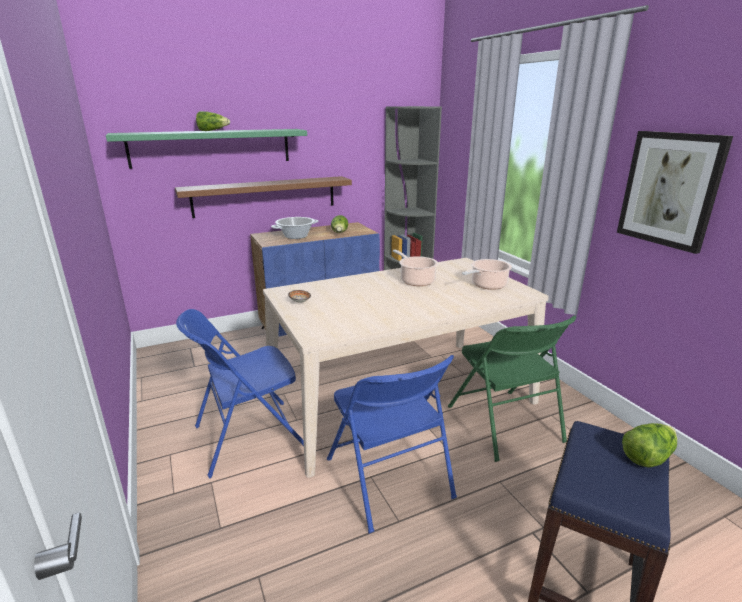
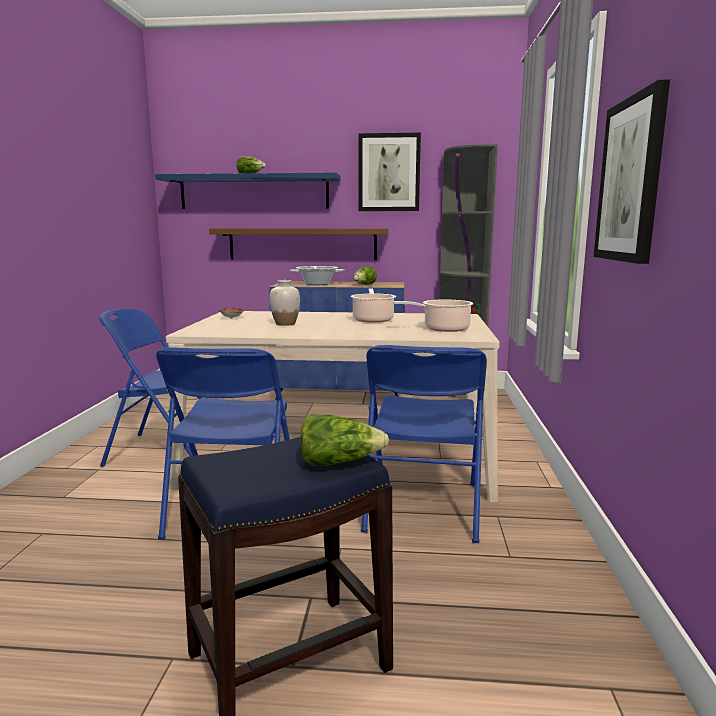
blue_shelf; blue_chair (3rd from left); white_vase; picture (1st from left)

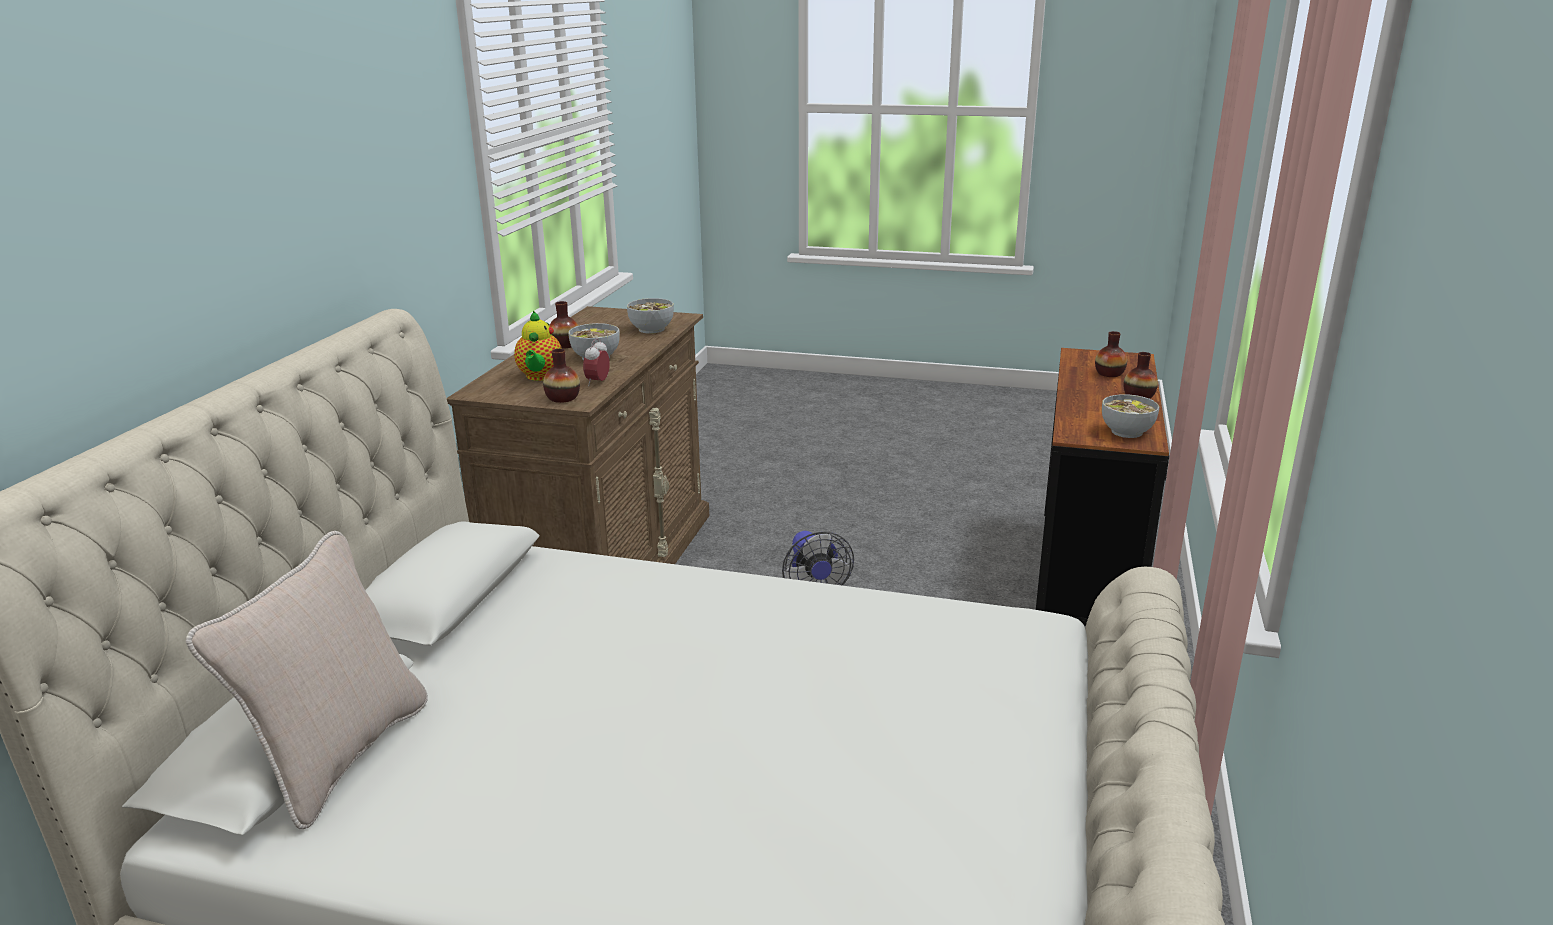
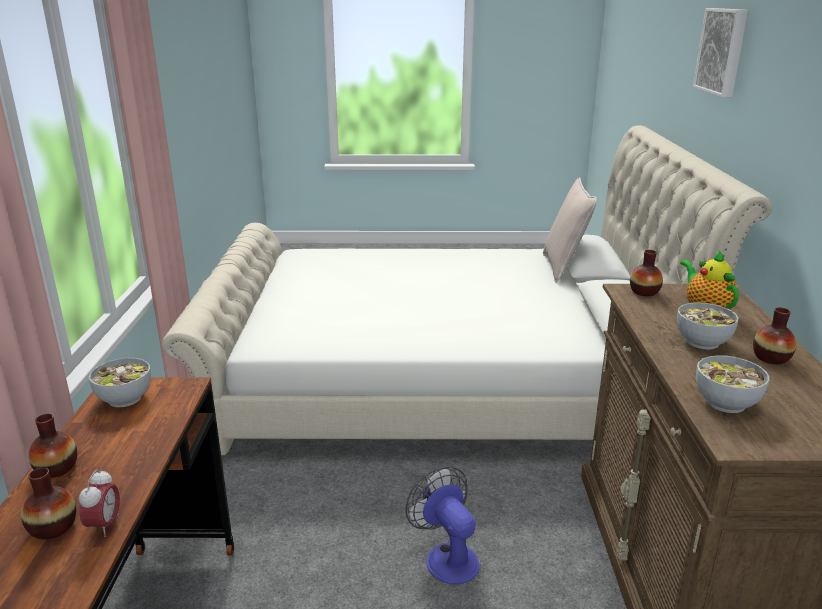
alarm_clock; picture

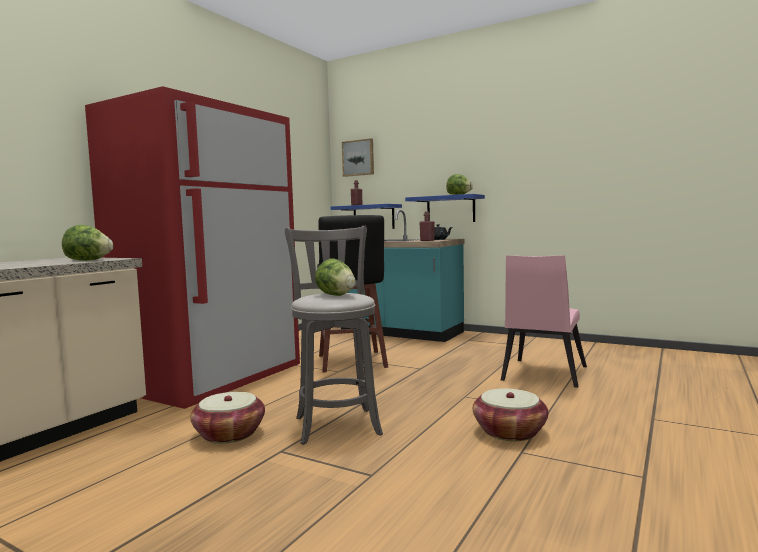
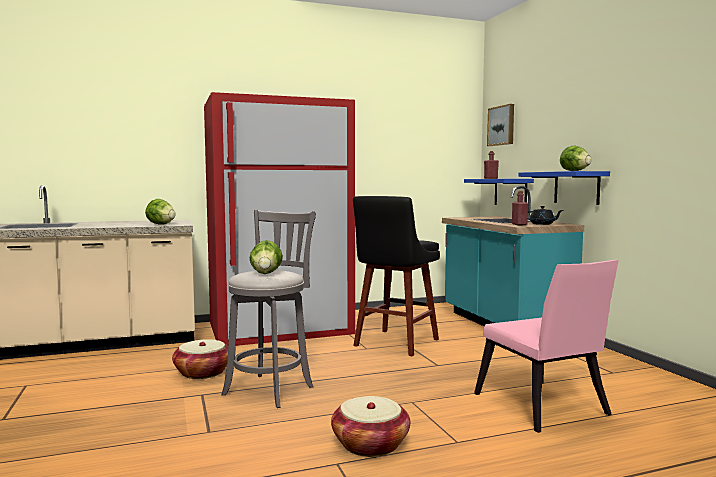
pink_chair

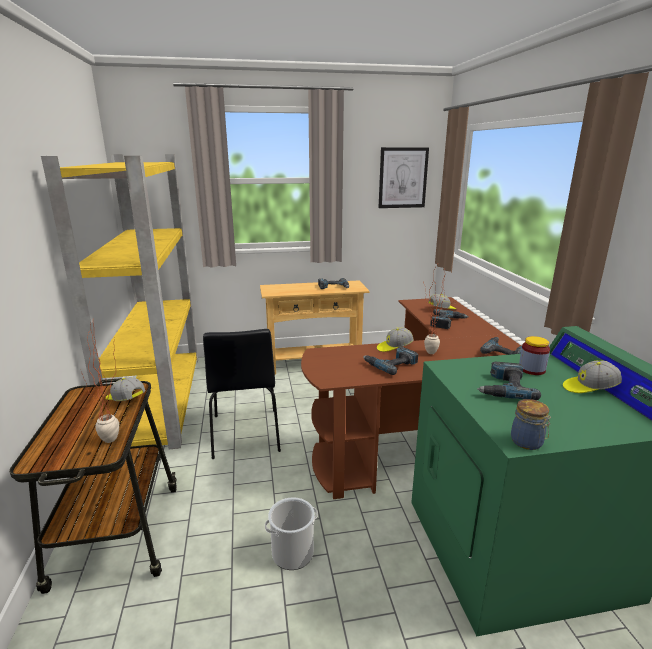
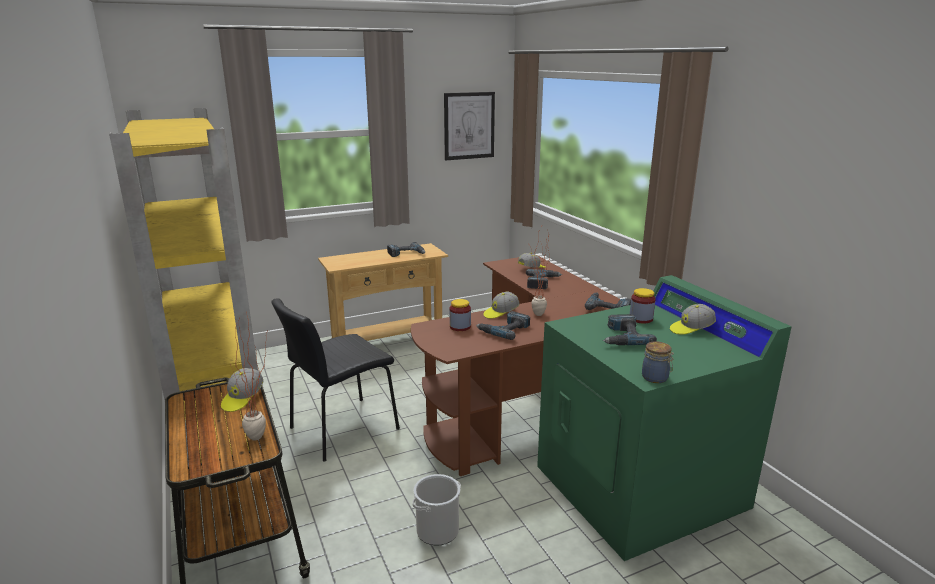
cap (1st from left); black_chair; jar (1st from left)

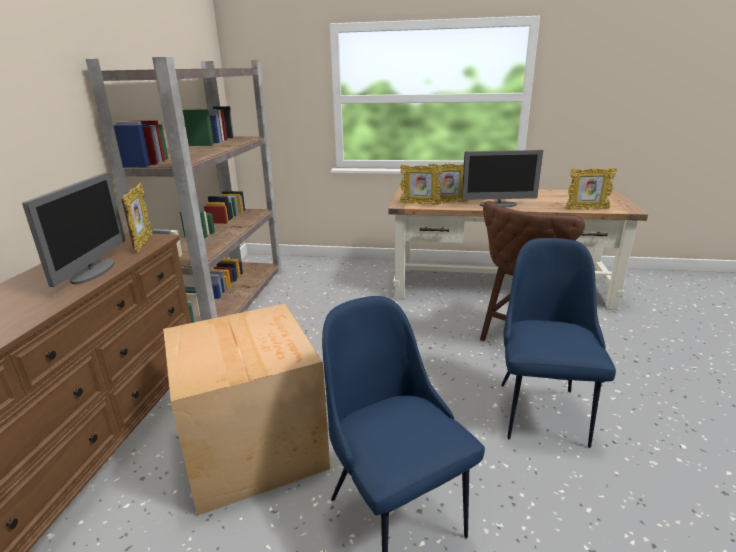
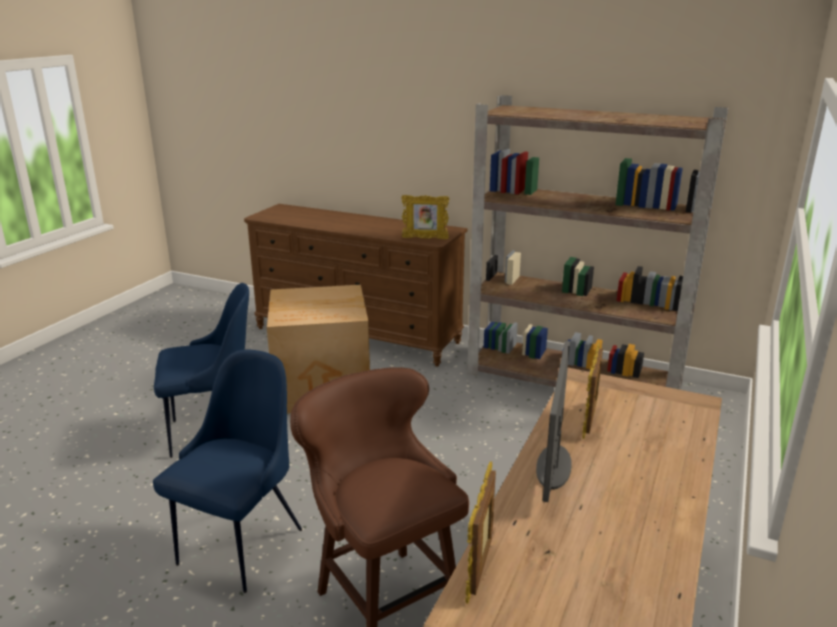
monitor (1st from left in the first image); picture_frame (2nd from left in the first image); blue_chair (2nd from left)

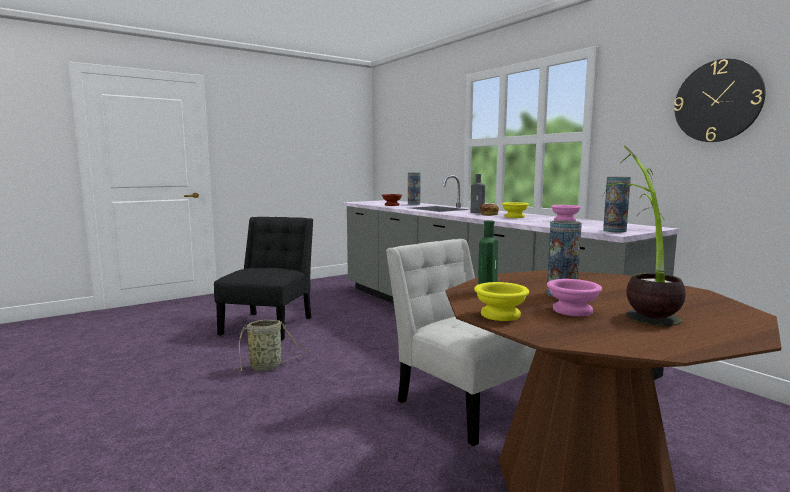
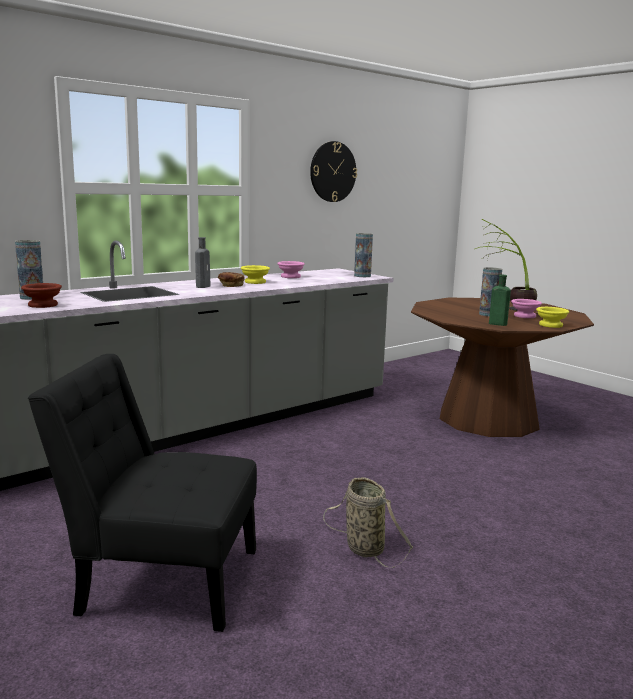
white_chair

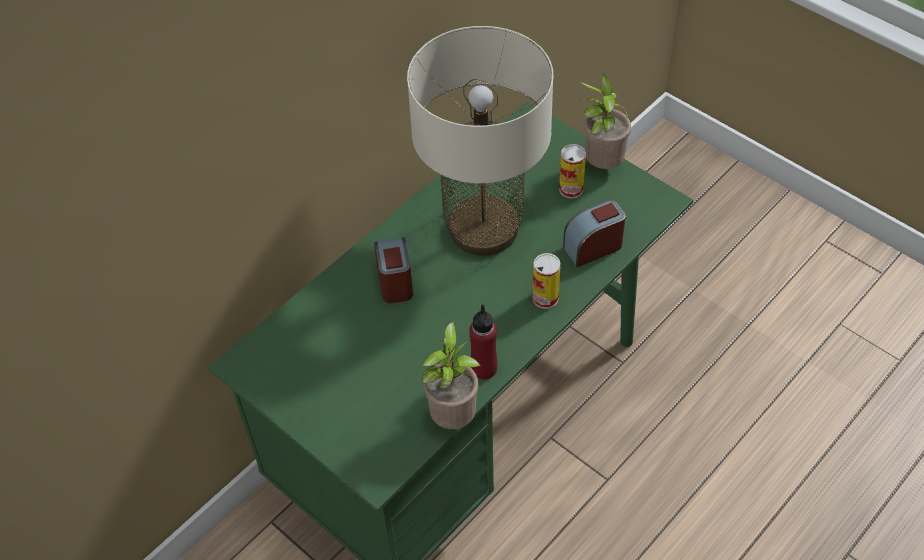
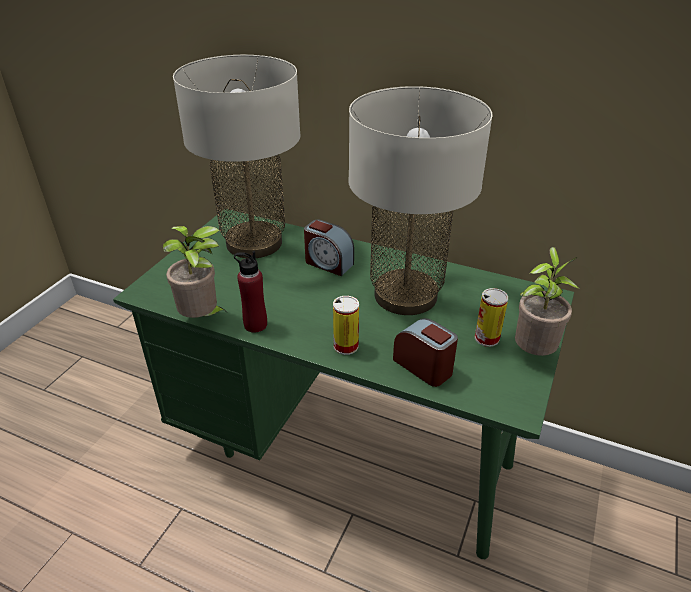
alarm_clock (1st from left); table_lamp (1st from left)

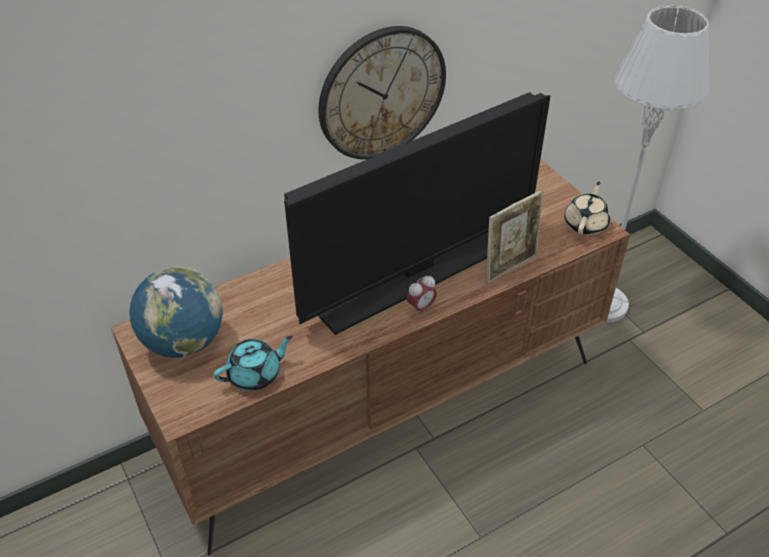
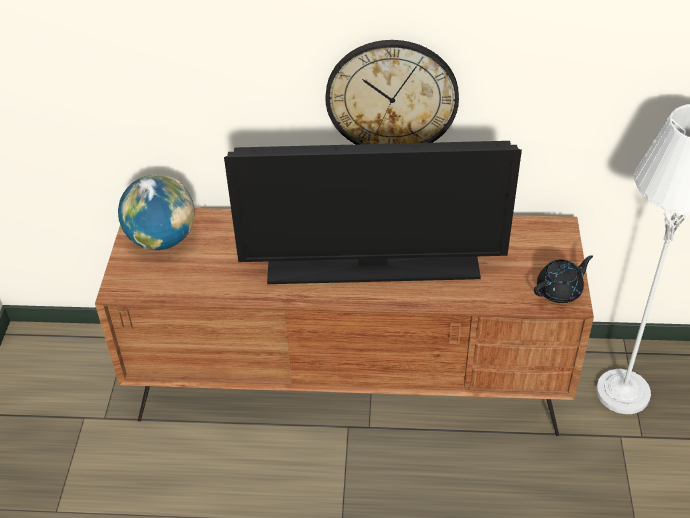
turquoise_teapot; alarm_clock; picture_frame; black_teapot

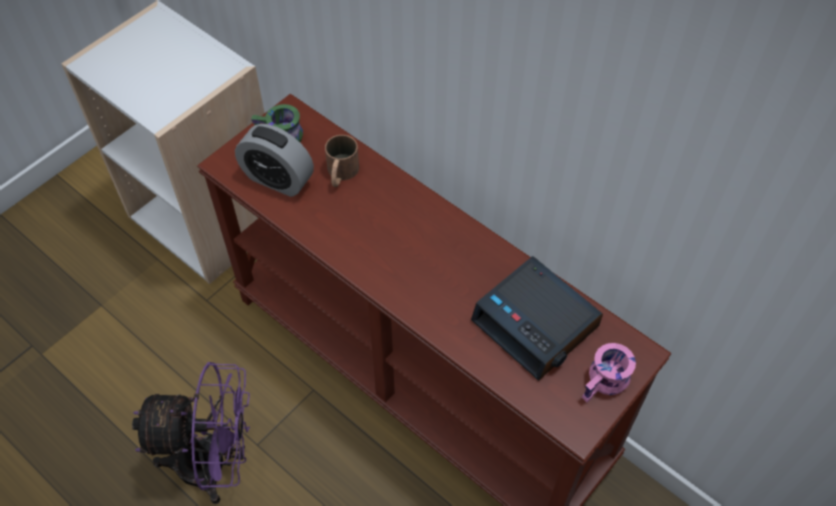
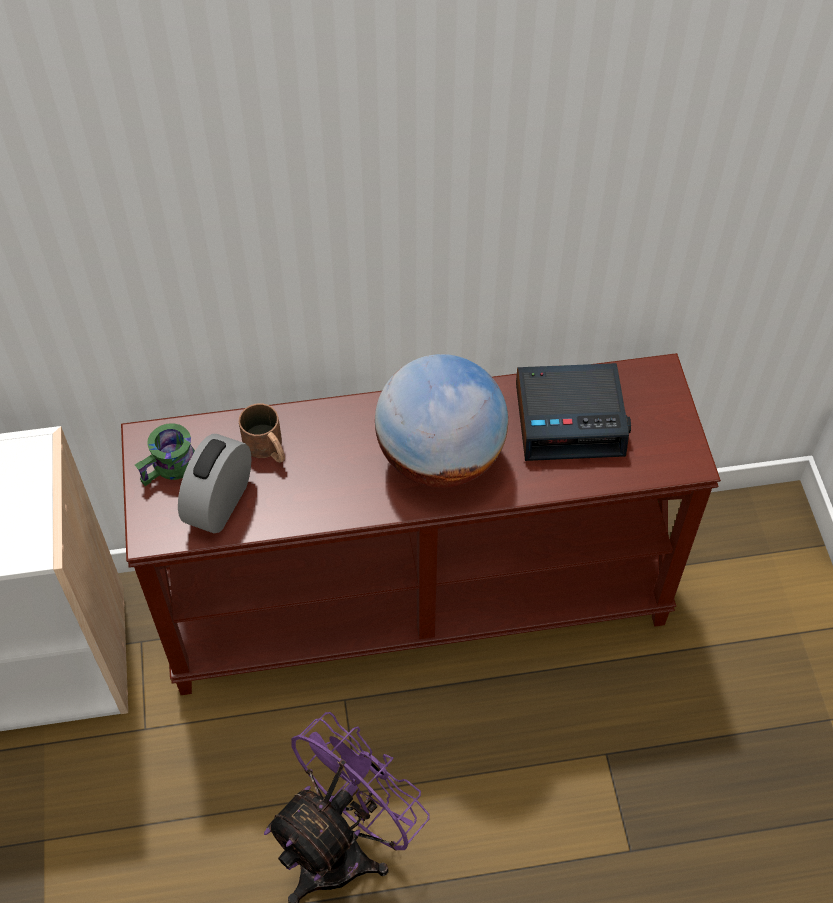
alarm_clock (1st from left); pink_mug; globe

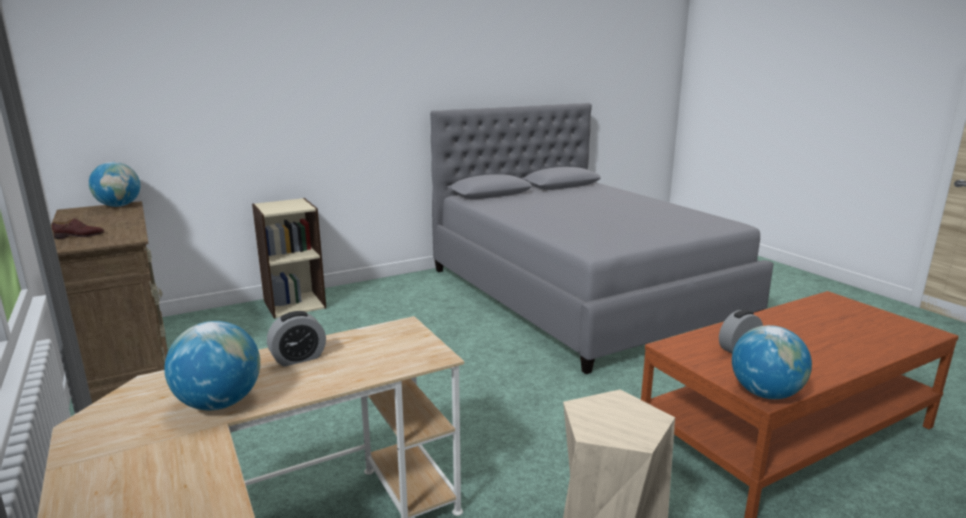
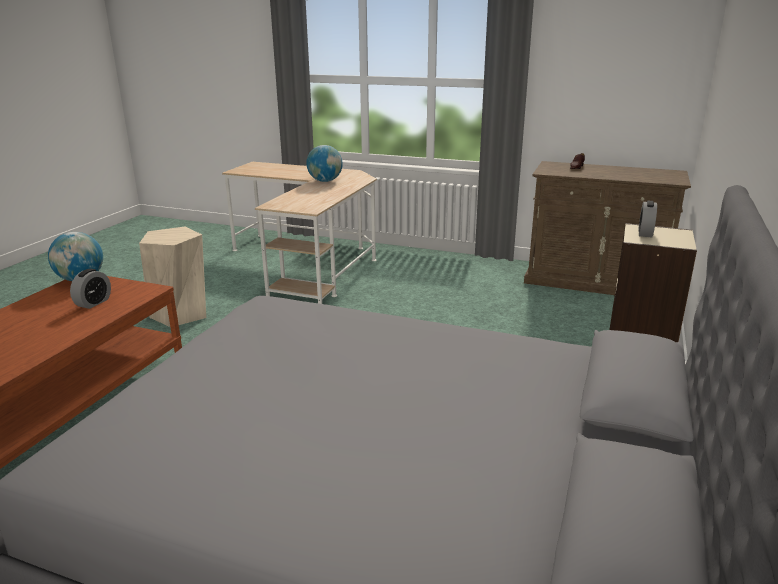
globe (1st from left in the first image); alarm_clock (2nd from left)

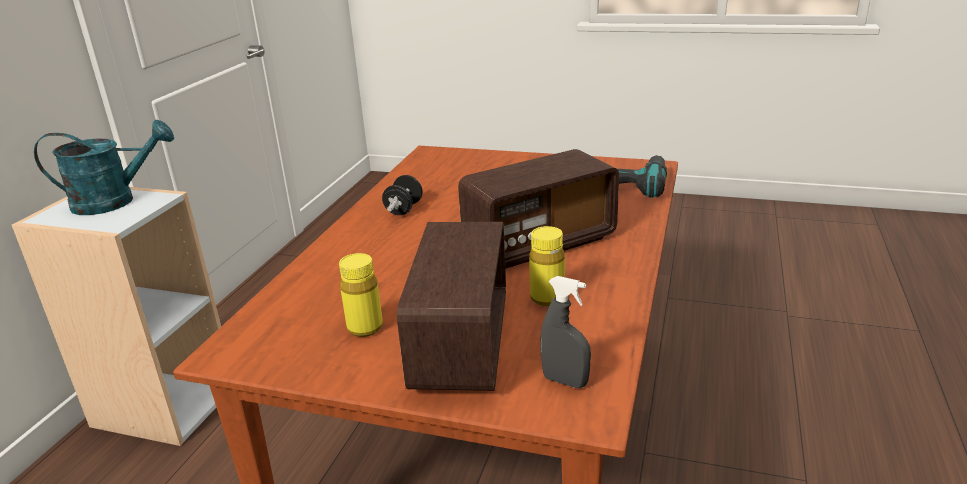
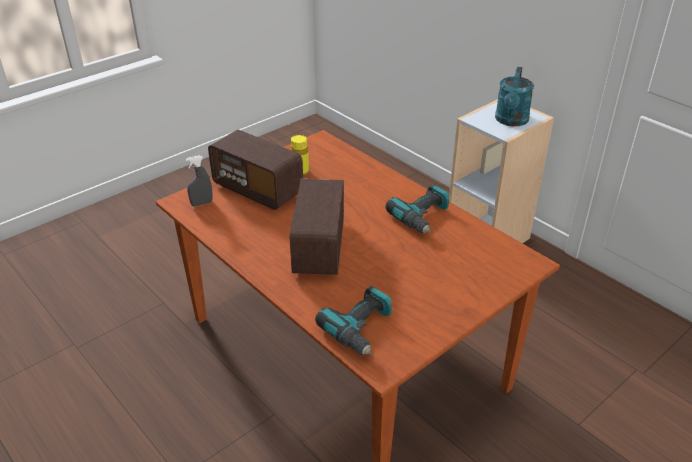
power_drill (2nd from left); yellow_bottle (2nd from left in the first image)

